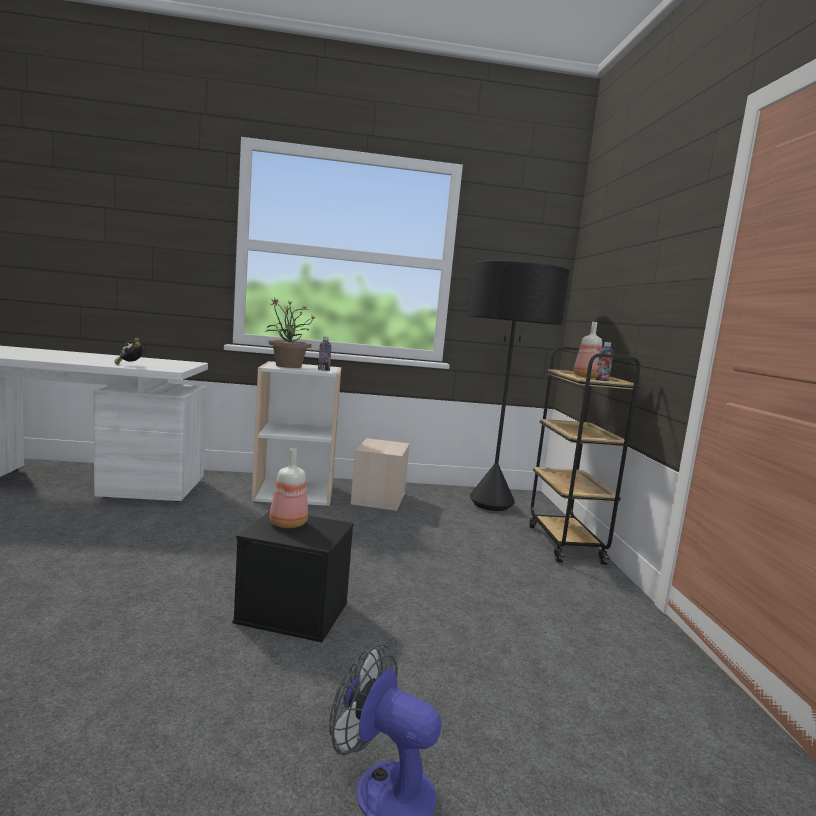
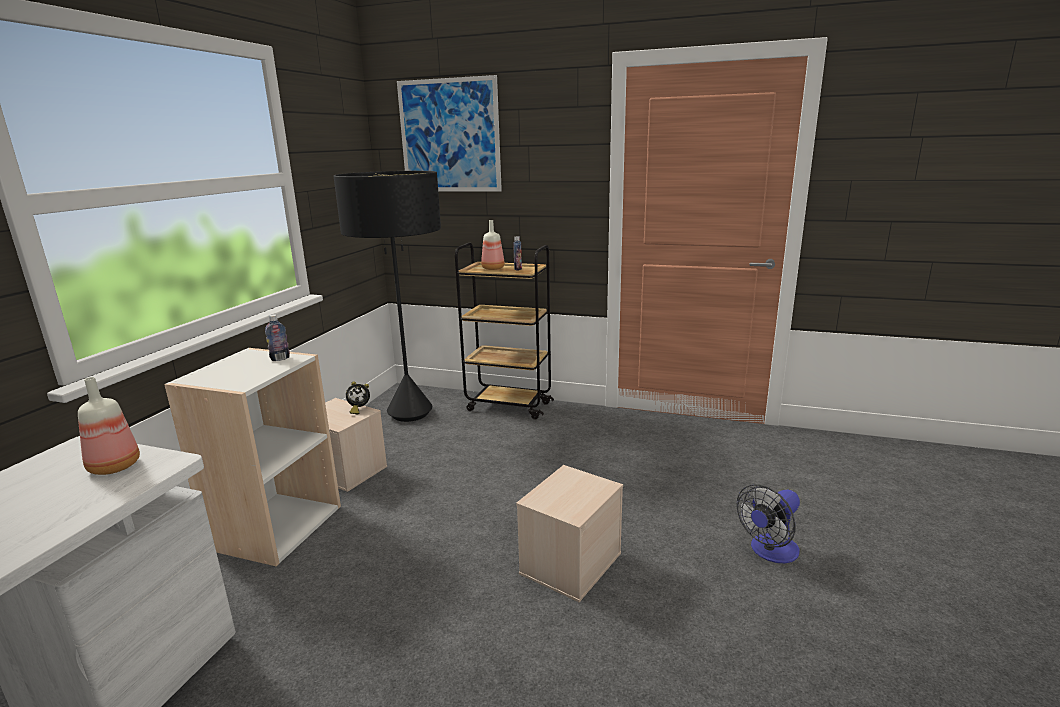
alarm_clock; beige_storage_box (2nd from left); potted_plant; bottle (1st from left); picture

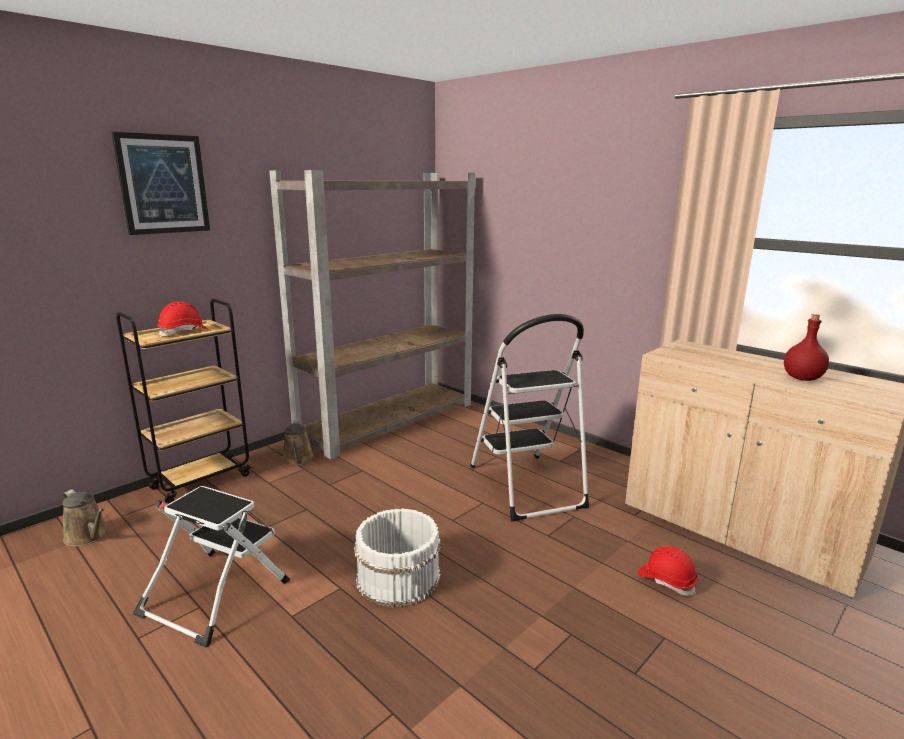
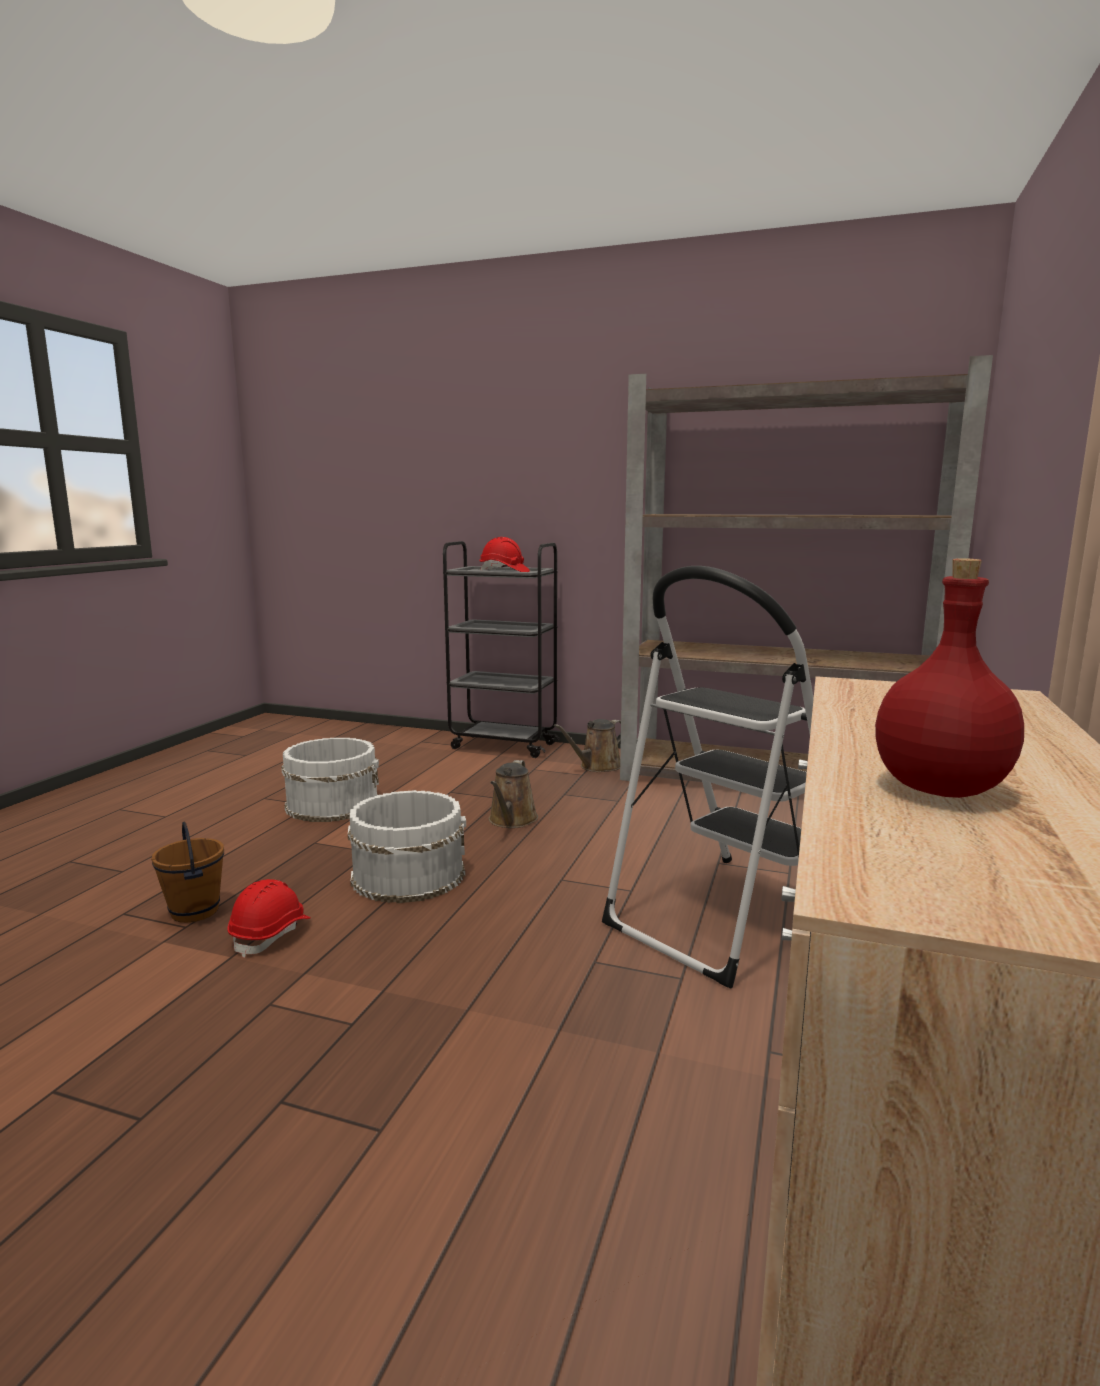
brown_watering_can (1st from left); picture; grey_cart; white_bucket (1st from left); red_hard_hat (1st from left); brown_bucket

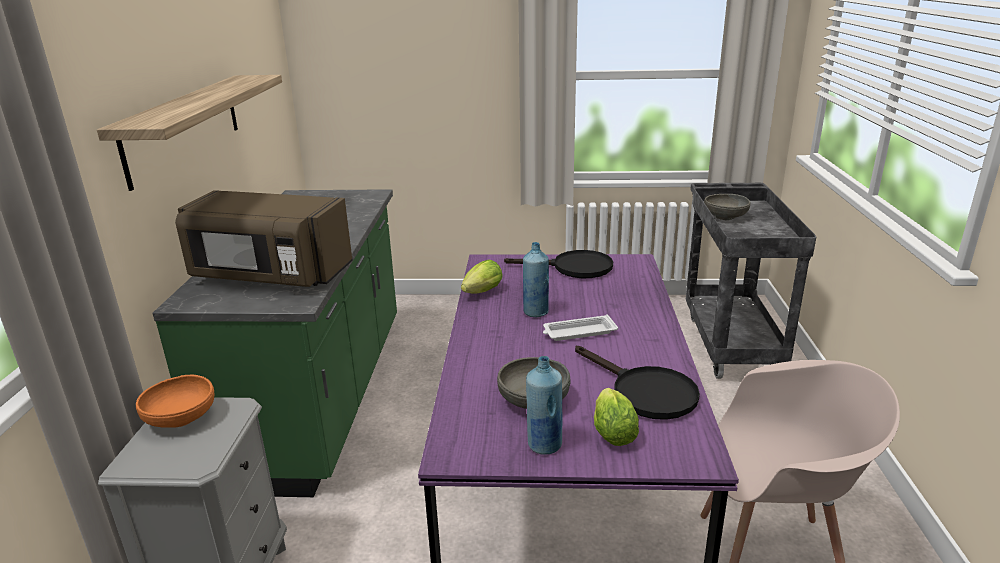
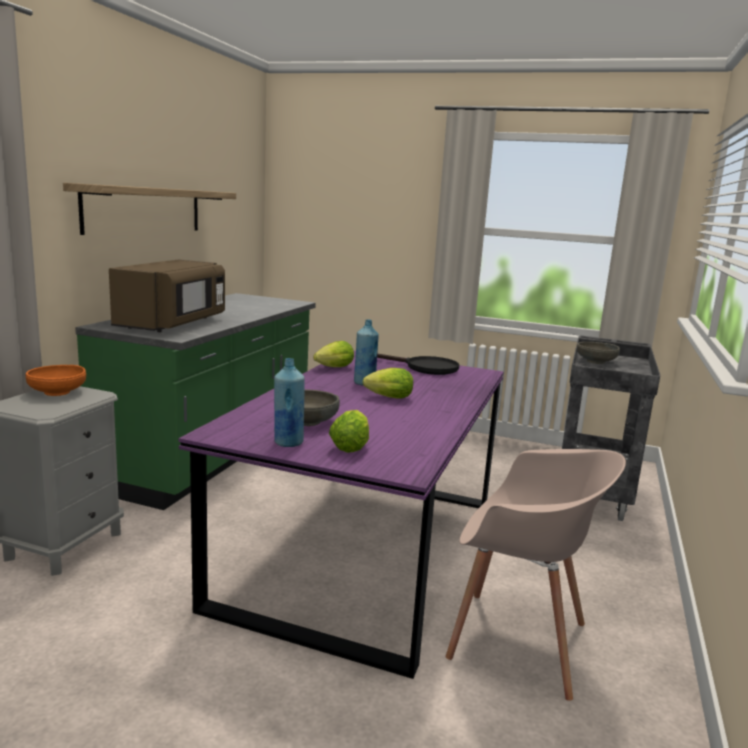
brown_microwave; lettuce (3rd from left); black_frying_pan (2nd from left in the first image)

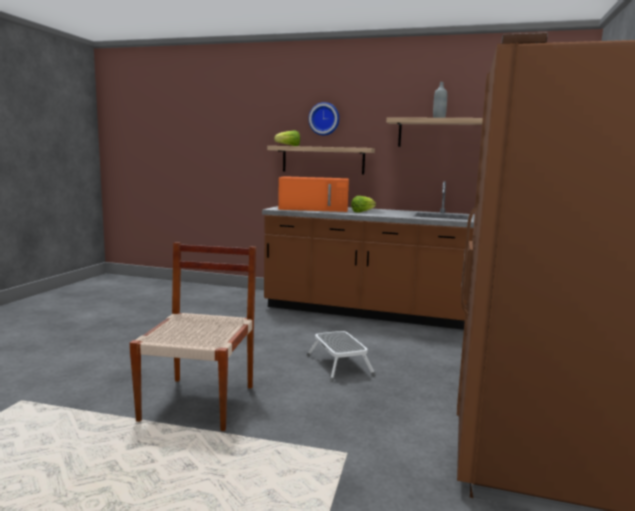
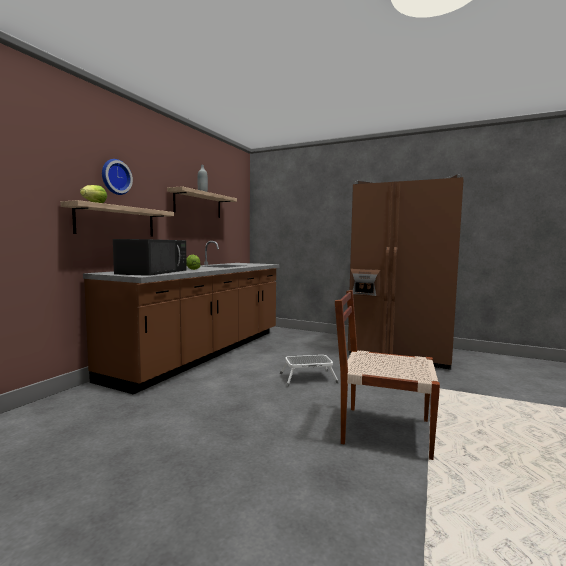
black_microwave

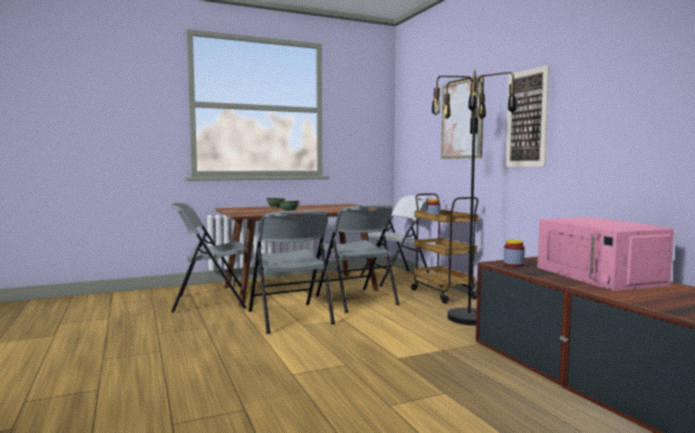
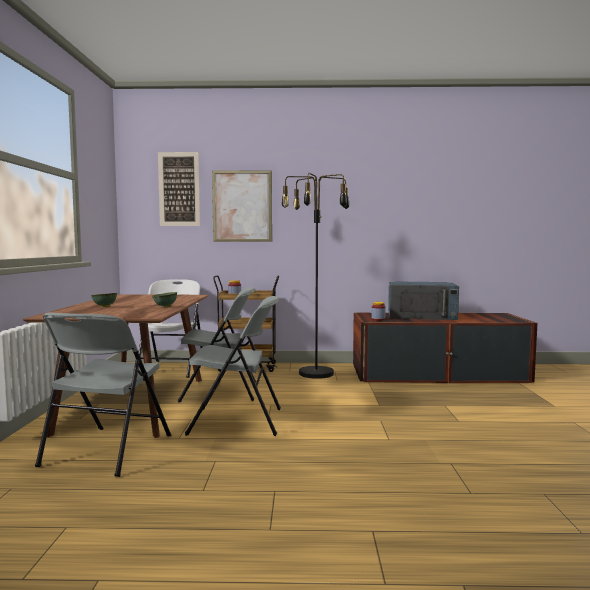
picture (1st from left); blue_microwave

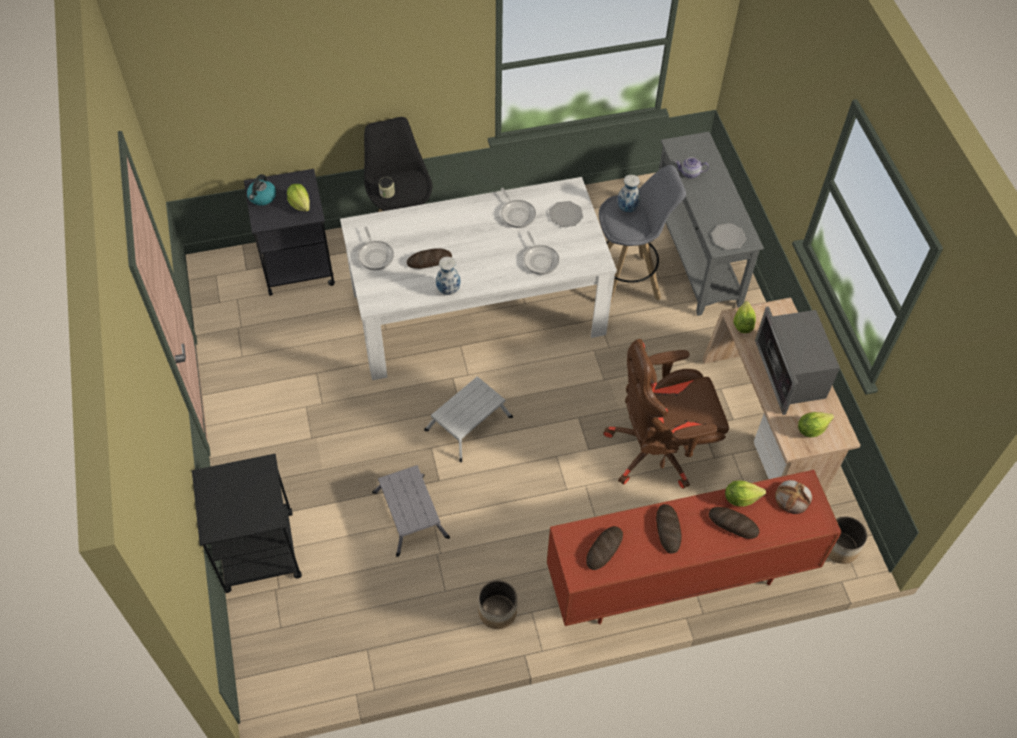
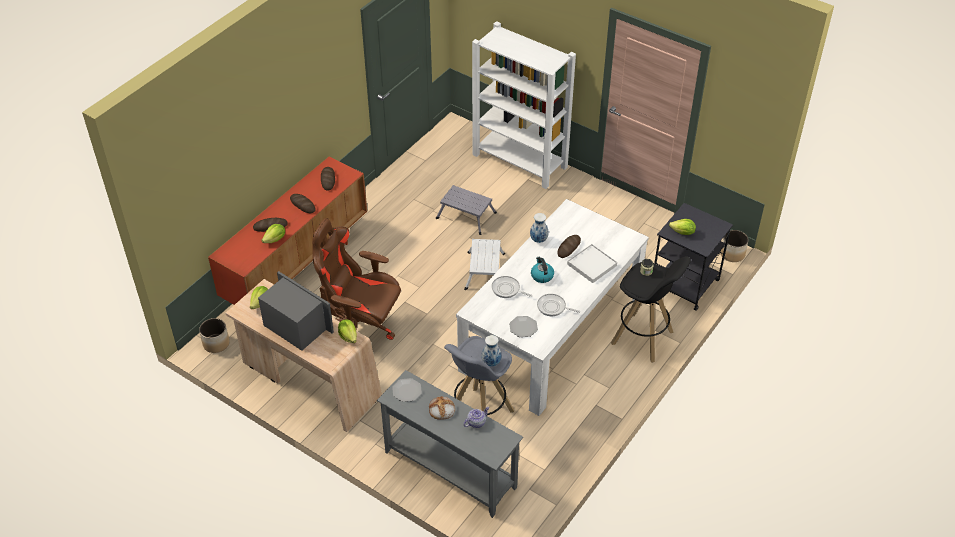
white_bookcase; kettle; frying_pan (1st from left in the first image); planter (2nd from left); brown_office_chair; bread (4th from left); white_tray

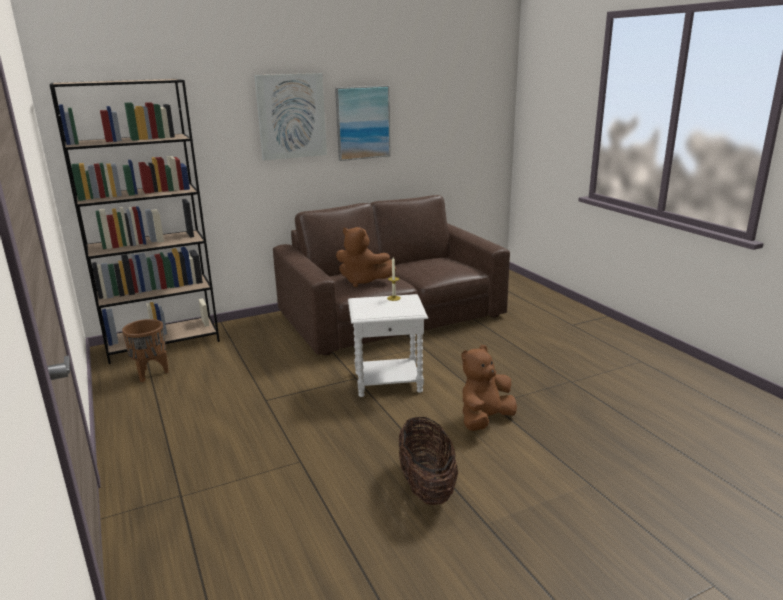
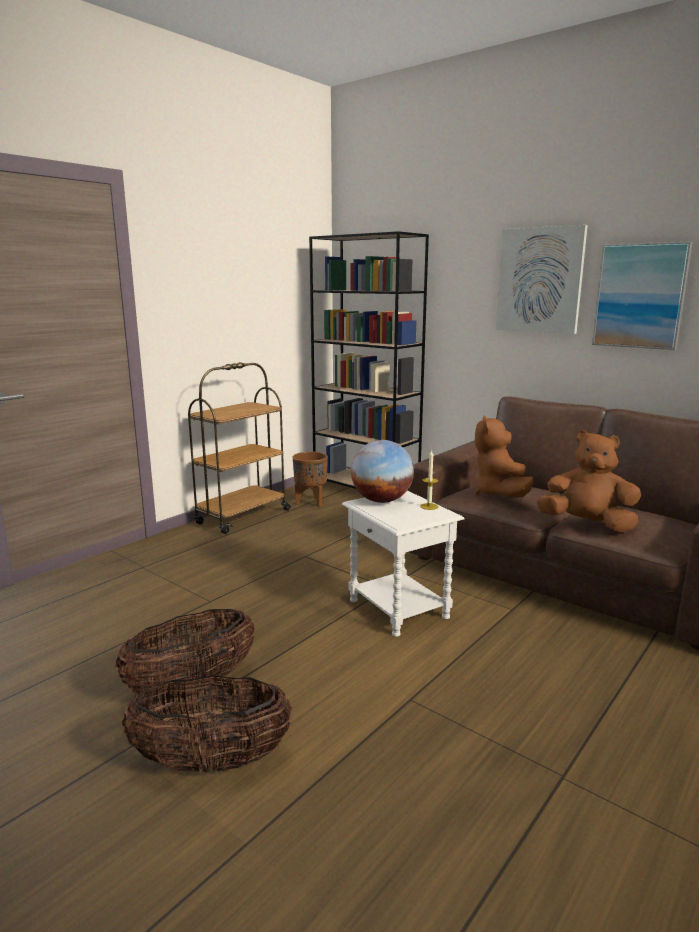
brown_plush_toy (2nd from left); basket (2nd from left); brown_cart; globe

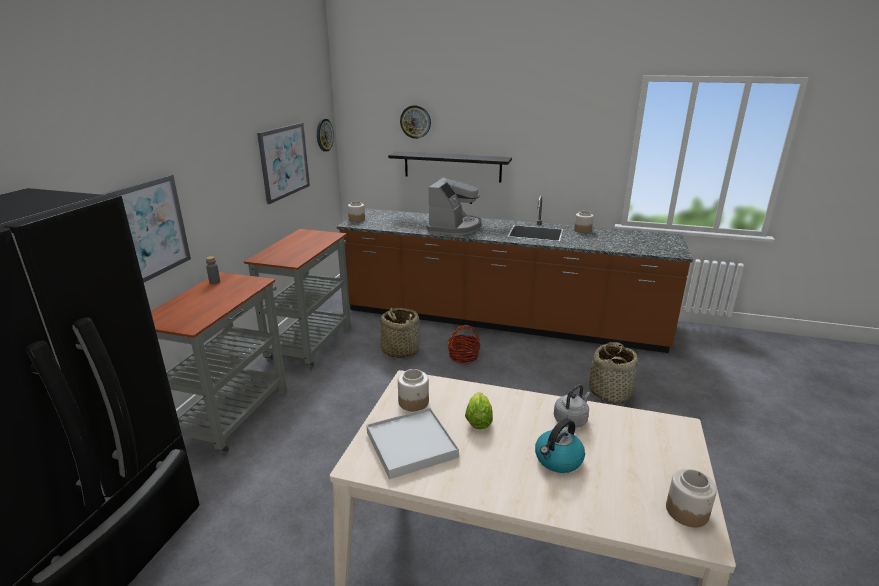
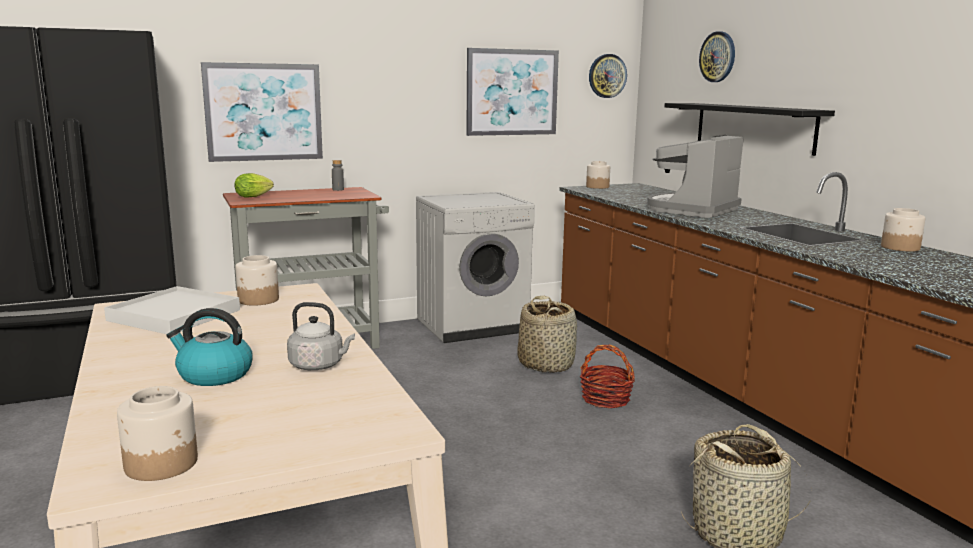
white_washing_machine; coffee_machine; lettuce

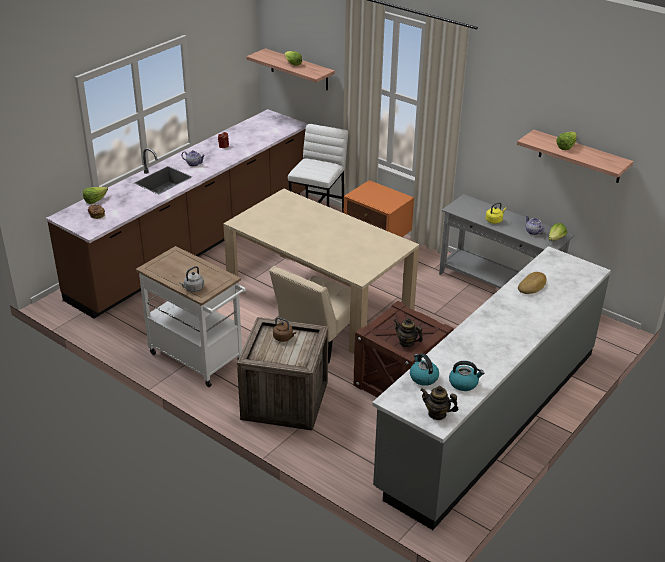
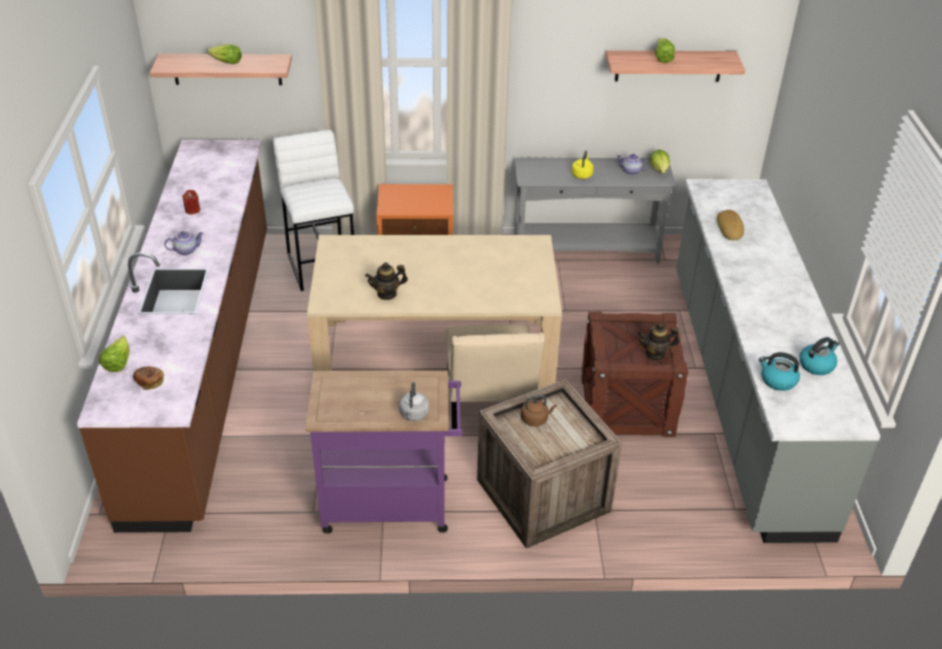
purple_cart; teapot (2nd from left)

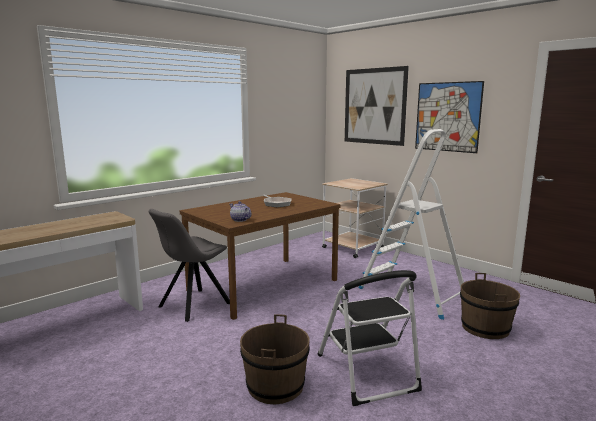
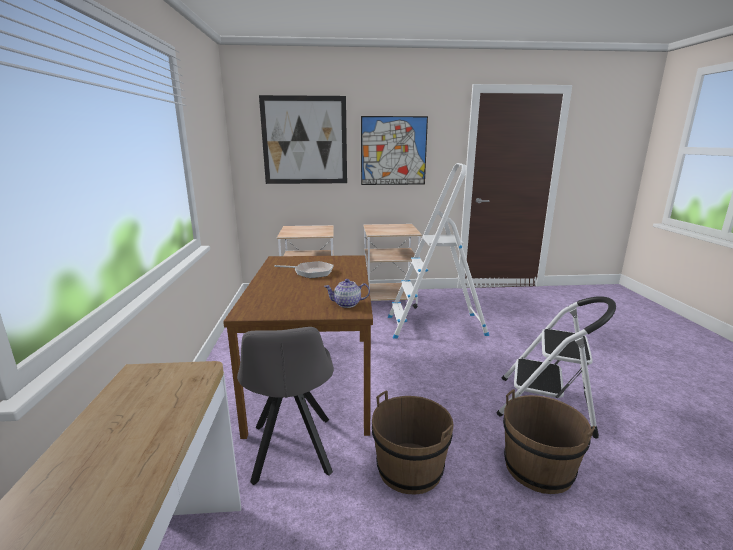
brown_bucket (1st from left); beige_cart (2nd from left)

